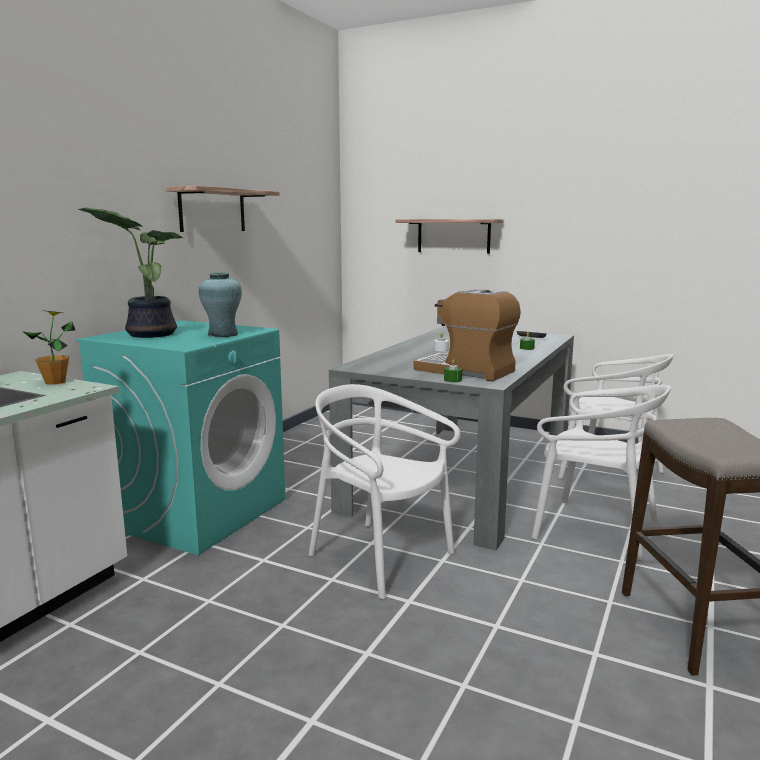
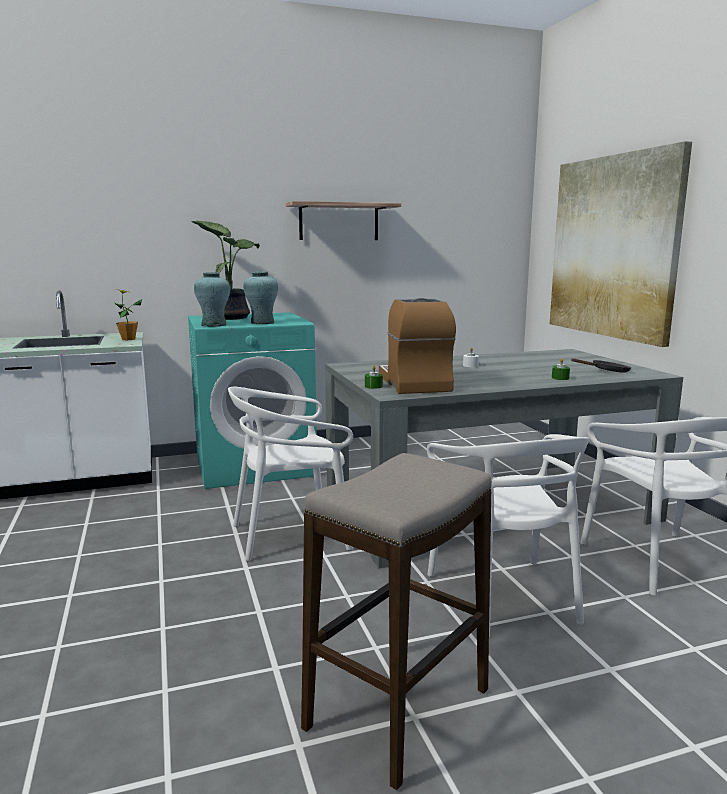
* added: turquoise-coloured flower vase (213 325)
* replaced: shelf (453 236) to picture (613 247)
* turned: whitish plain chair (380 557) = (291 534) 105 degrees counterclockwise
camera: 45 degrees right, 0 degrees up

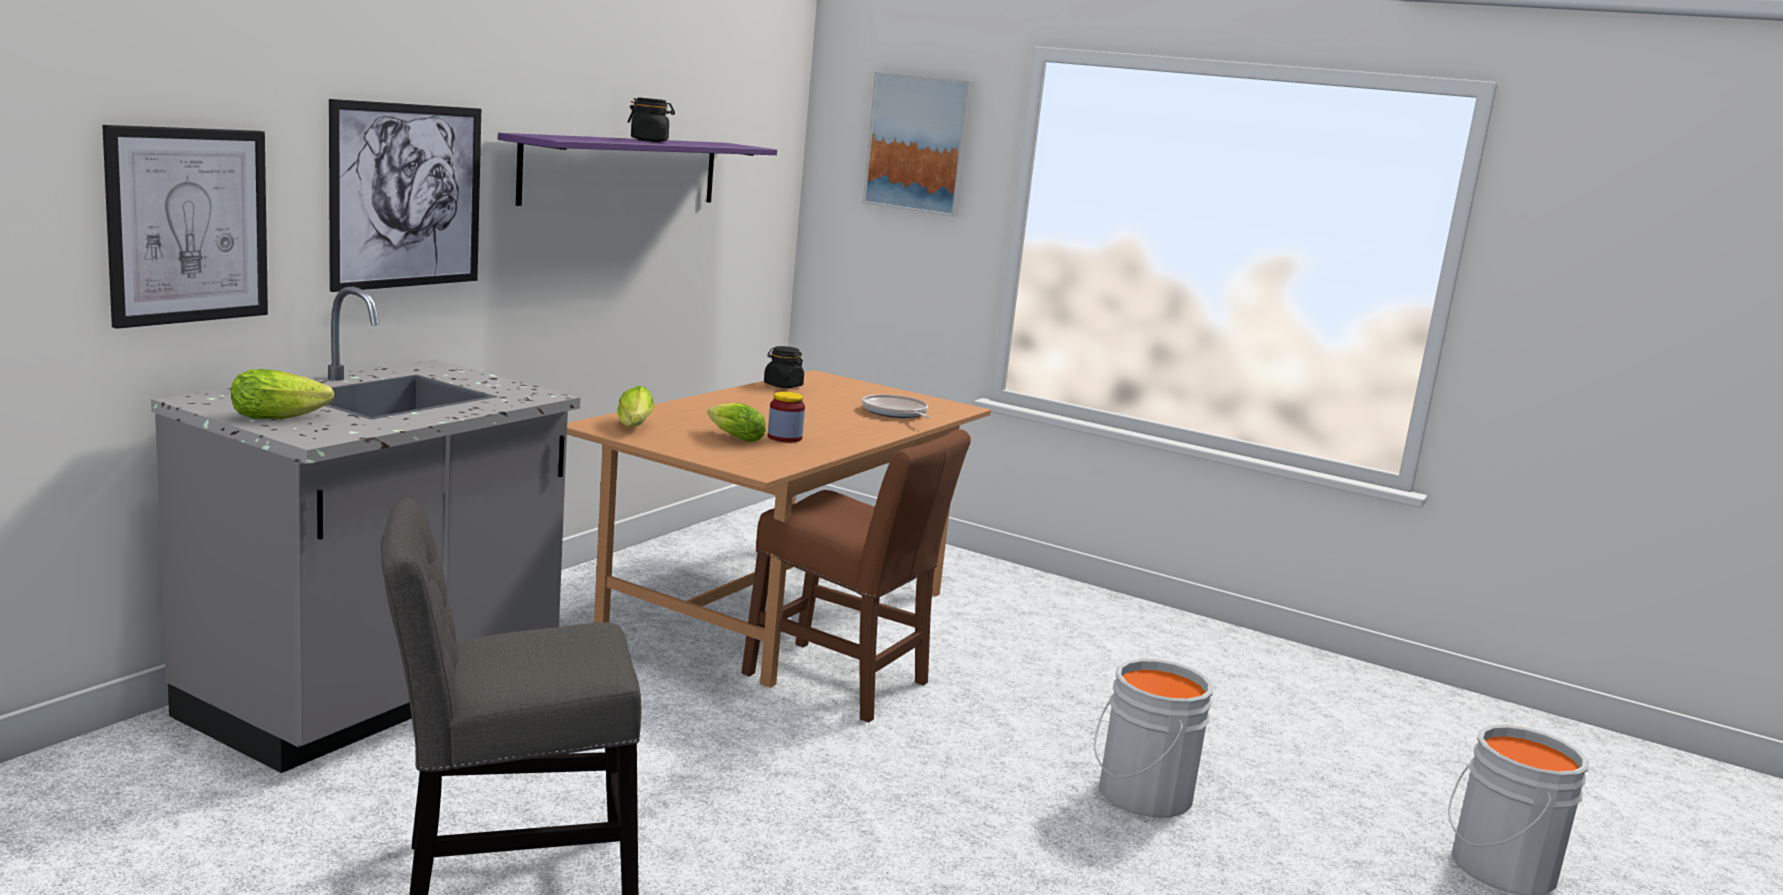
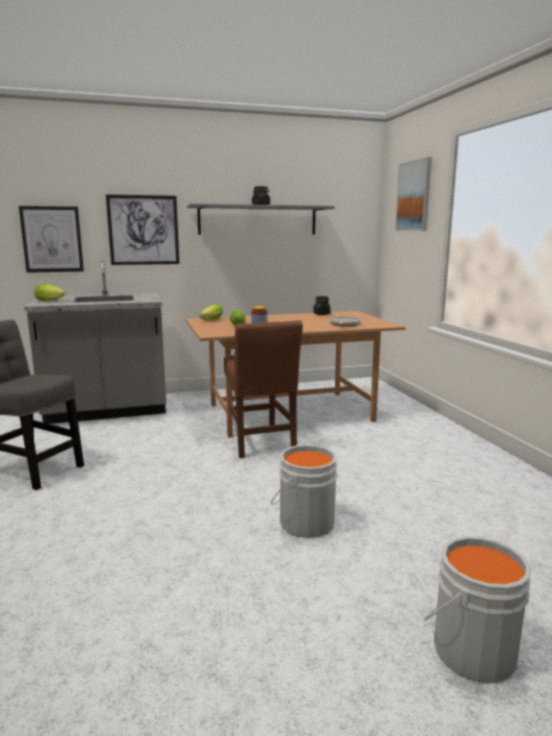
* recoloured: purple-coloured shelf (622 171) to greyish shelf (258 220)
camera: 45 degrees right, 0 degrees up

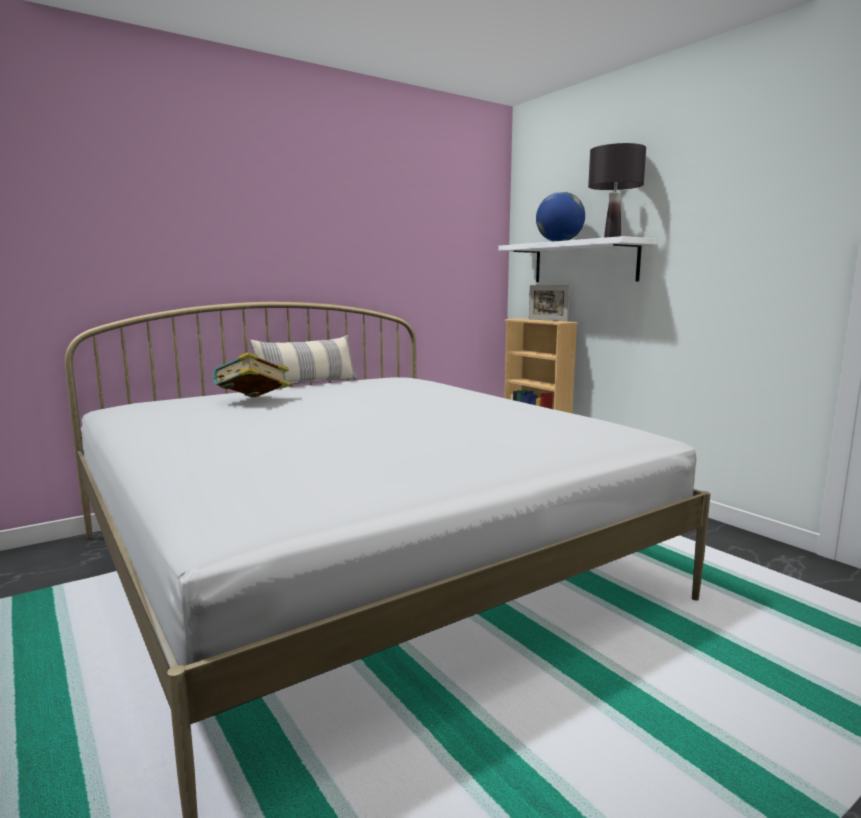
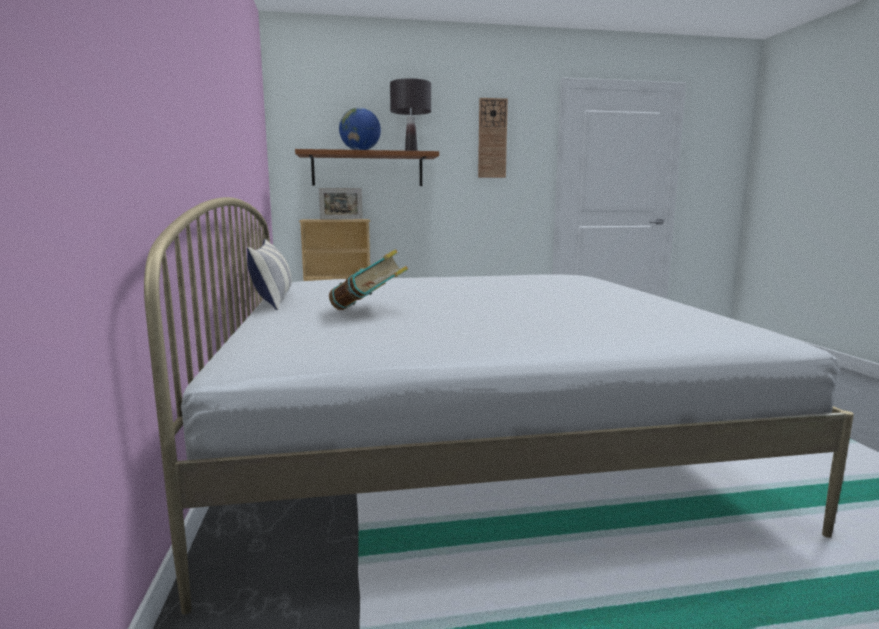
* added: hanging clock (492 138)
* recoloured: whitish shelf (584 262) to brownish shelf (367 169)
camera: 65 degrees left, 0 degrees up

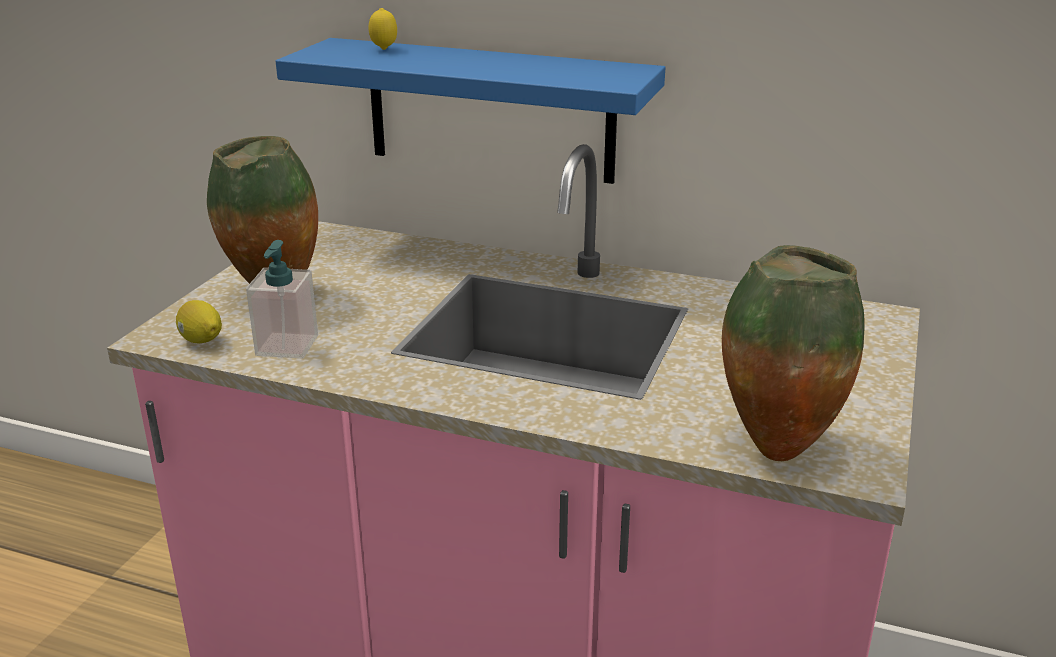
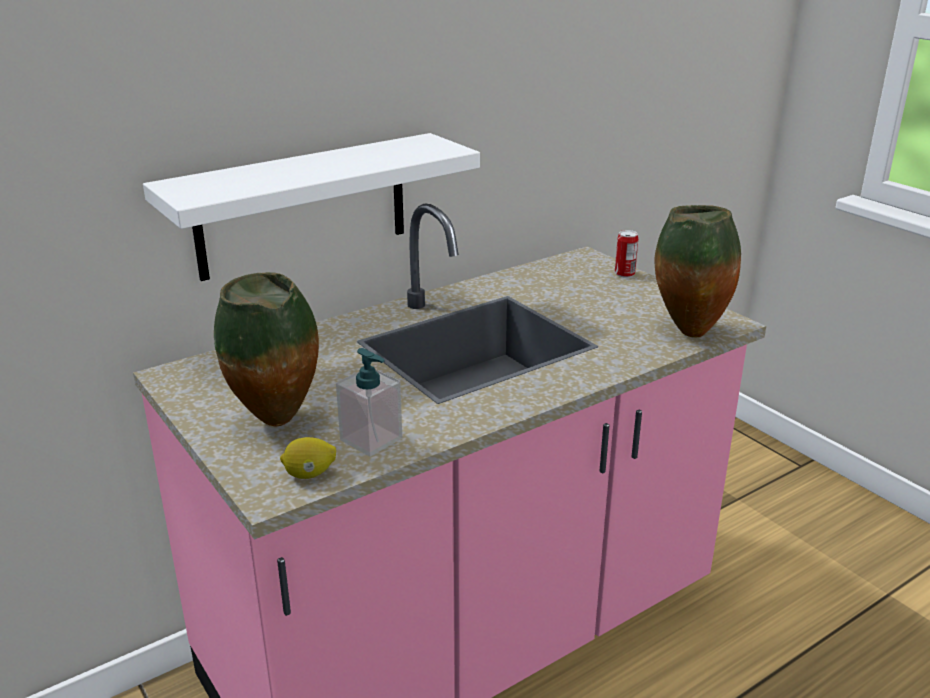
* removed: whole lemon (384 49)
* added: metal can (624 274)
* recoloured: blue shelf (490 110) to whitish shelf (303 206)
camera: 55 degrees left, 0 degrees up

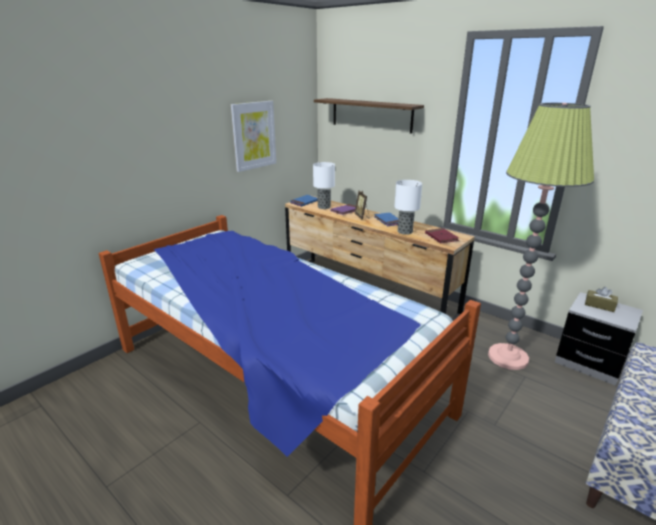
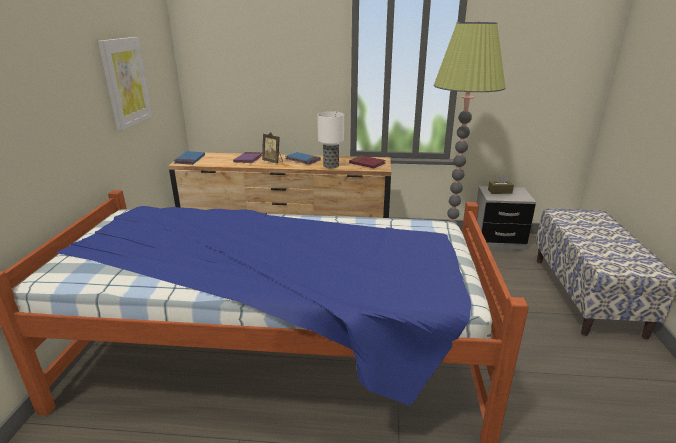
* removed: tabletop lamp (324 207)
* removed: shelf (371 115)
camera: 35 degrees left, 0 degrees up

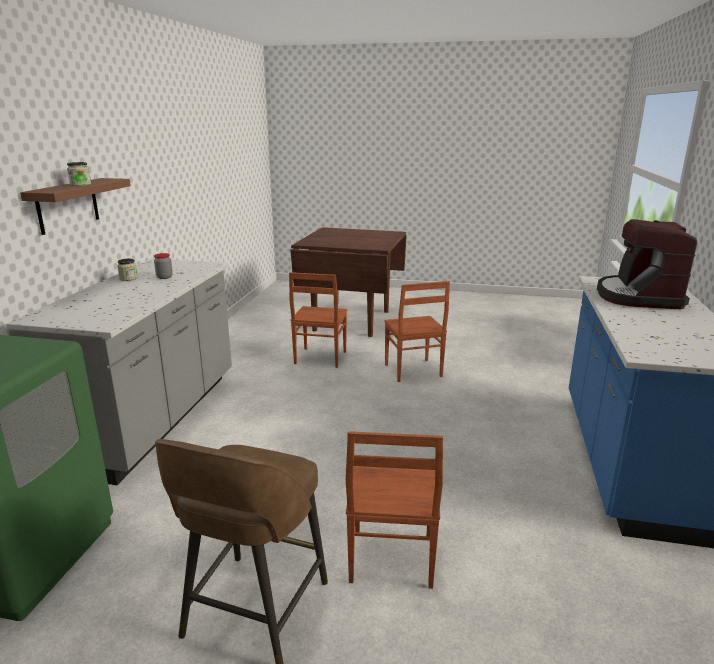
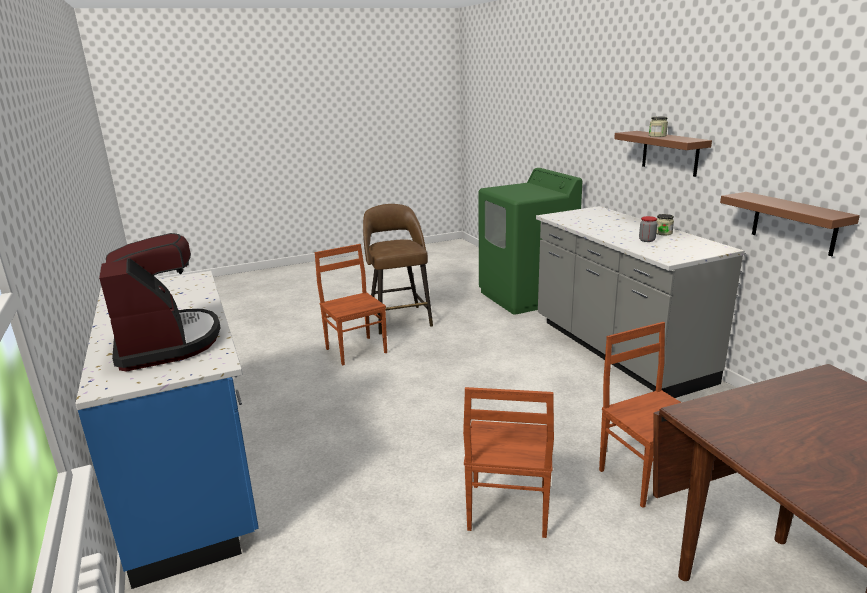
* added: brownish shelf (794 223)
* turned: brownish plain chair (412 371) = (506 511) 120 degrees counterclockwise
camera: 145 degrees right, 0 degrees up

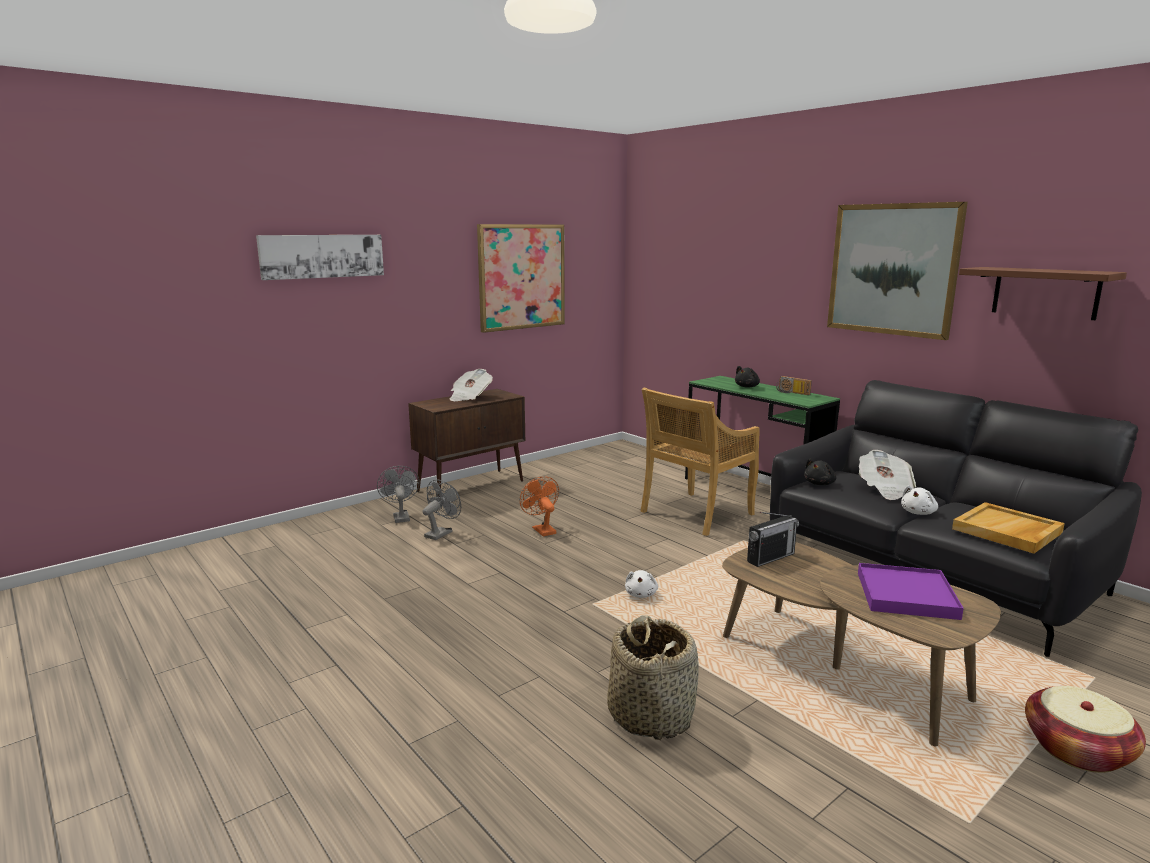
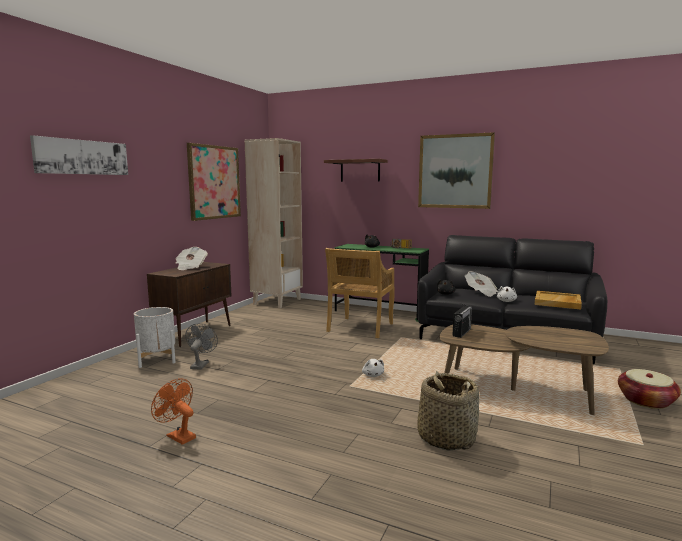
* removed: purple-coloured tray (906 595)
* added: beige-coloured bookcase (277 301)
* moved: orange-coloured fan (541 529) to (178 436)
* moved: brownish shelf (1045 292) to (360 171)
* replaced: greyish fan (400 516) to whitish planter (157 359)
camera: 25 degrees left, 5 degrees down

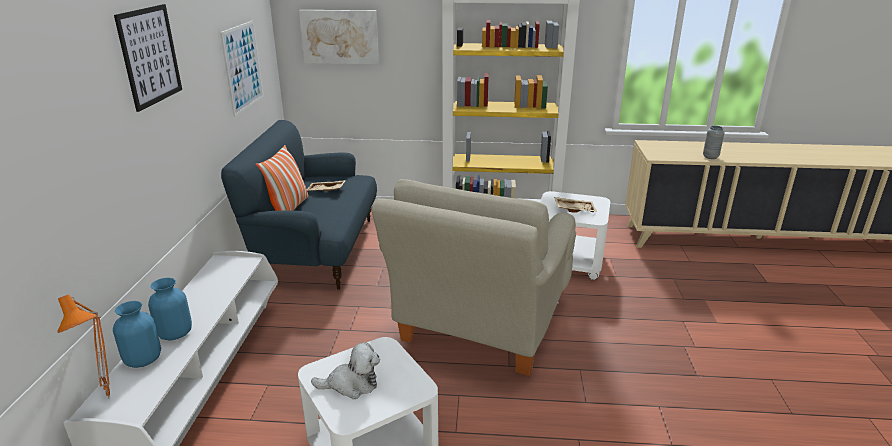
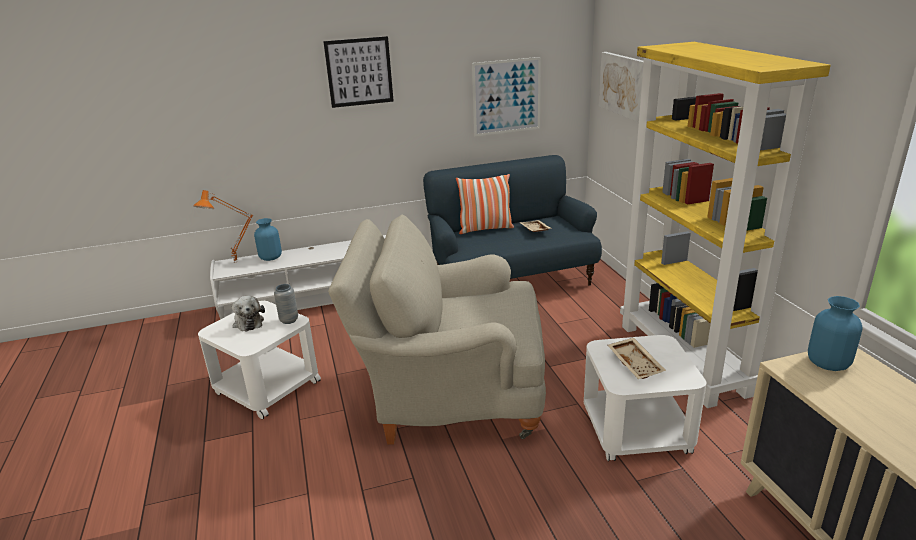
* moved: blue flower vase (175 333) to (828 363)
* moved: greyish flower vase (710 157) to (289 320)
camera: 70 degrees right, 0 degrees up

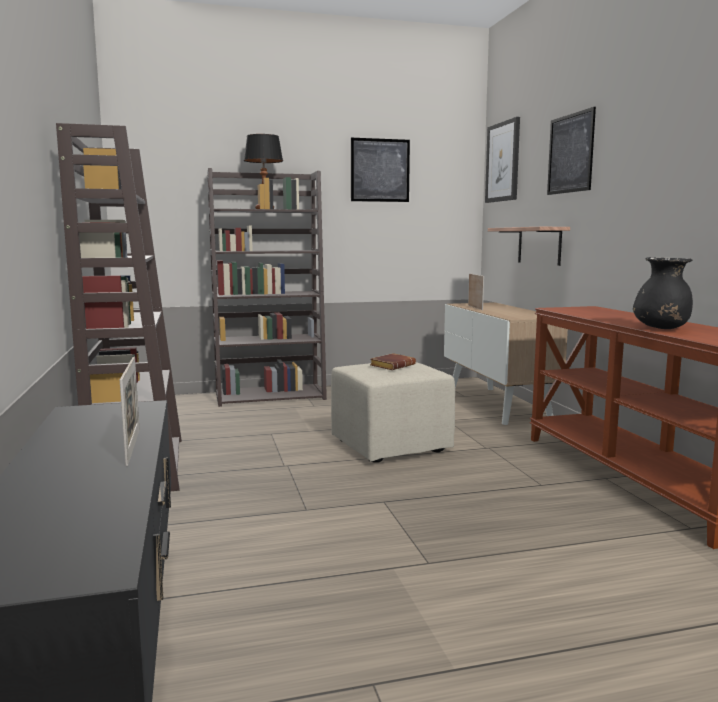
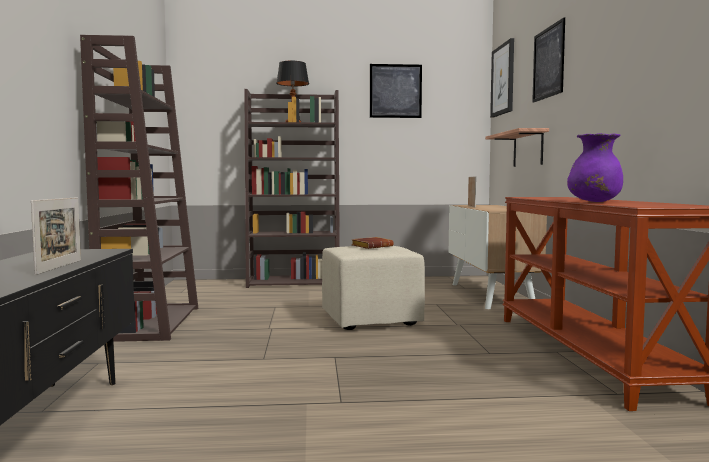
* recoloured: black flower vase (661 328) to purple-coloured flower vase (594 202)
camera: 10 degrees right, 5 degrees down

